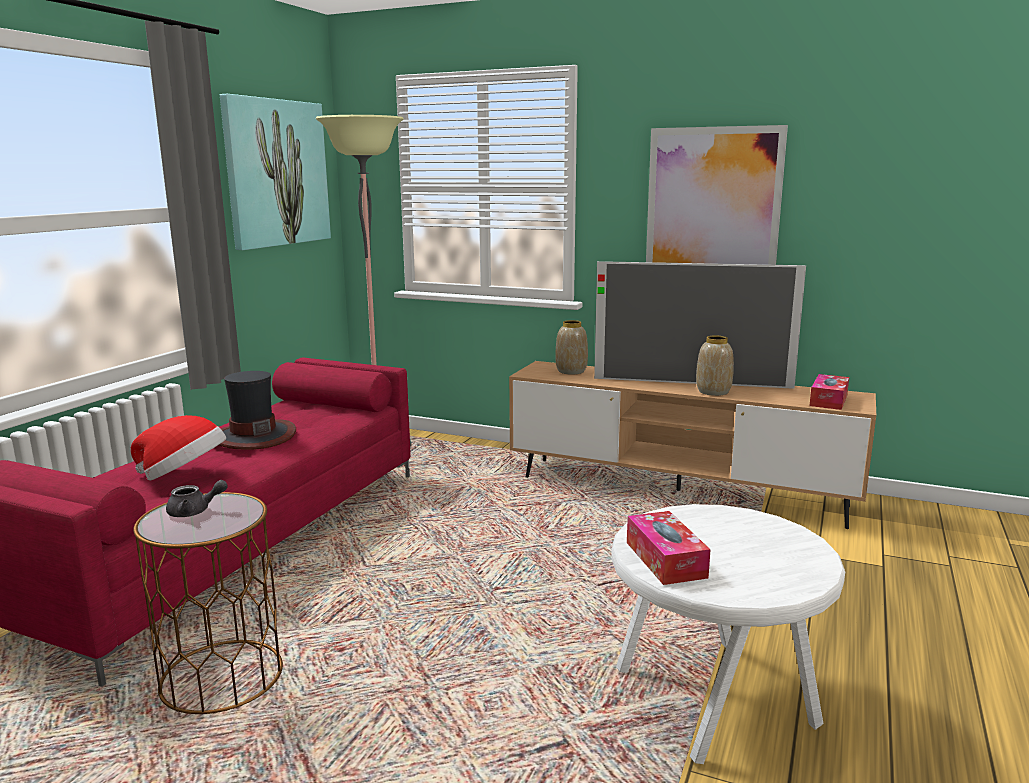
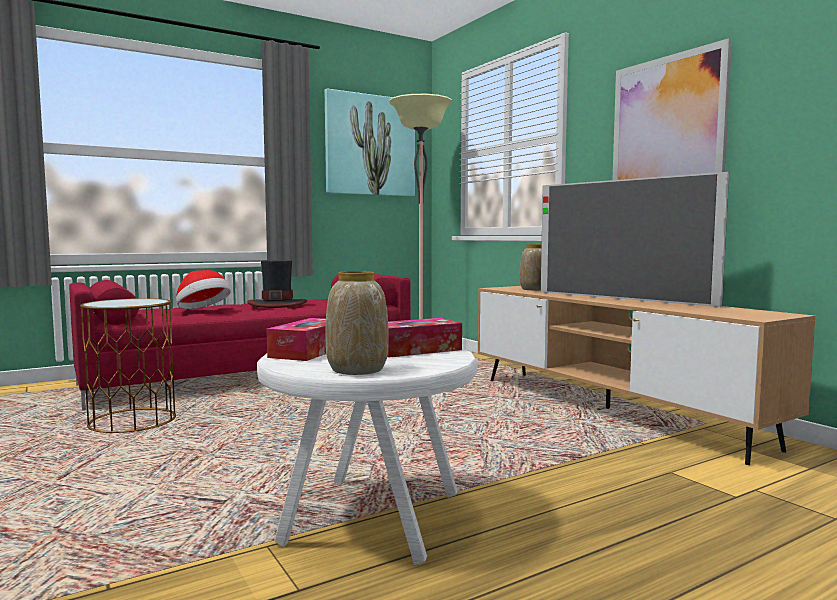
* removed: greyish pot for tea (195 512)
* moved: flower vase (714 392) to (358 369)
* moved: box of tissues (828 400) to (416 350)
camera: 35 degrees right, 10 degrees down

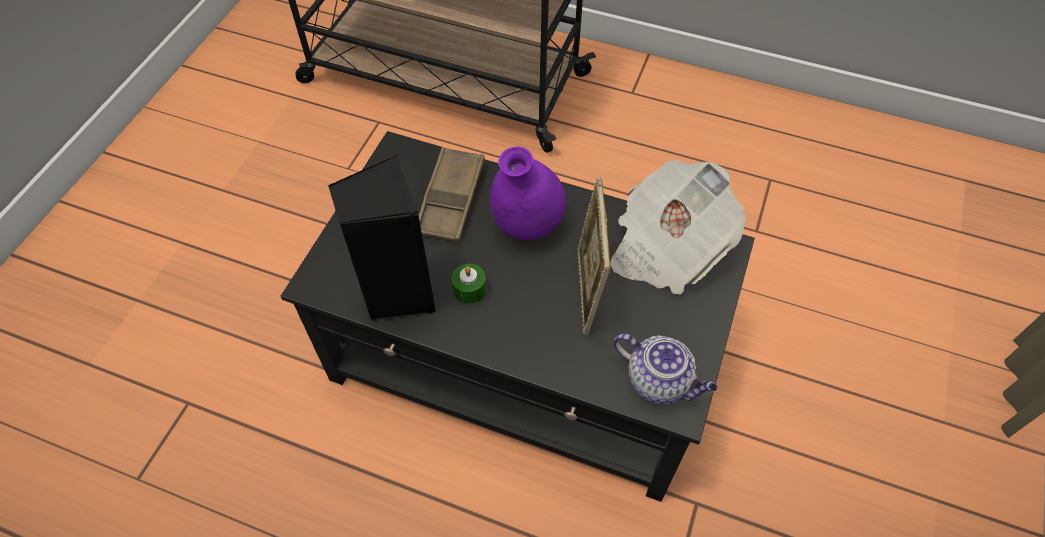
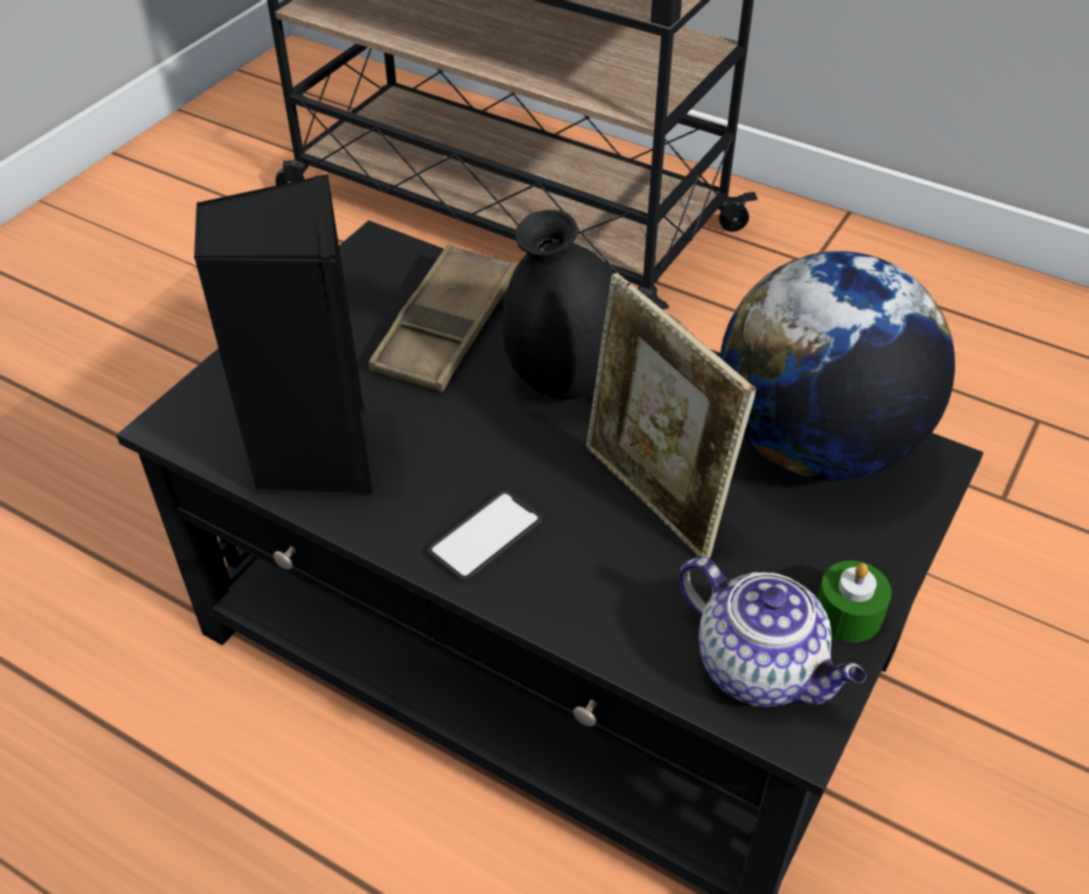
* added: telephone (485 537)
* moved: green-coloured candle (469 289) to (848 614)
* replaced: newspaper (667 247) to globe (815 446)
* recoloured: purple-coloured flower vase (526 225) to black flower vase (567 381)
* turned: picture frame (587 292) = (653 498) 45 degrees counterclockwise
camera: 10 degrees right, 10 degrees down

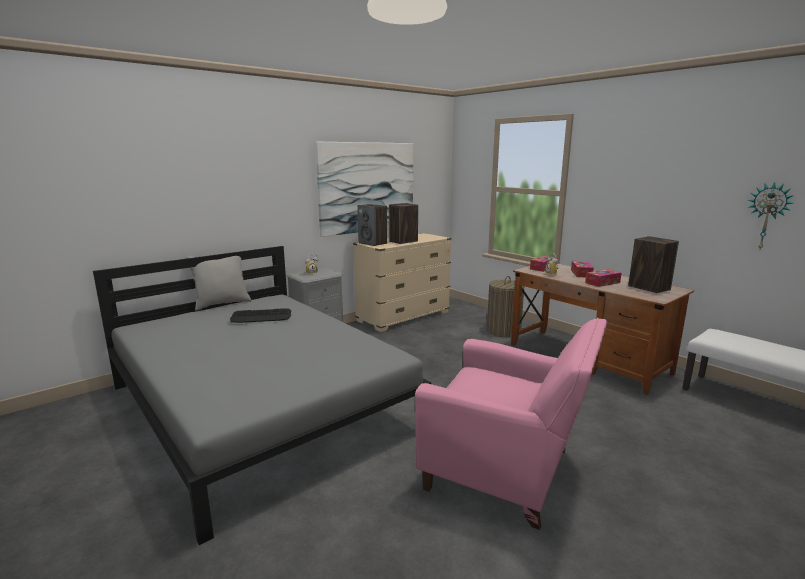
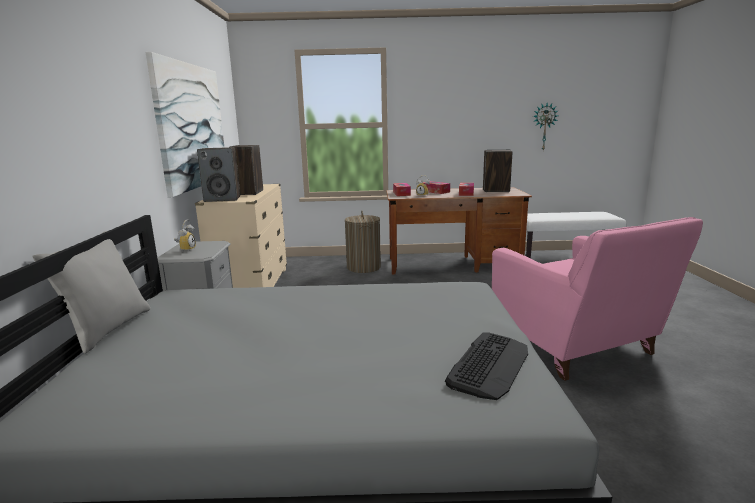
* moved: PC keyboard (261 317) to (489 365)
* turned: pinkish easy chair (508 471) = (578 347) 90 degrees clockwise
camera: 50 degrees left, 0 degrees up

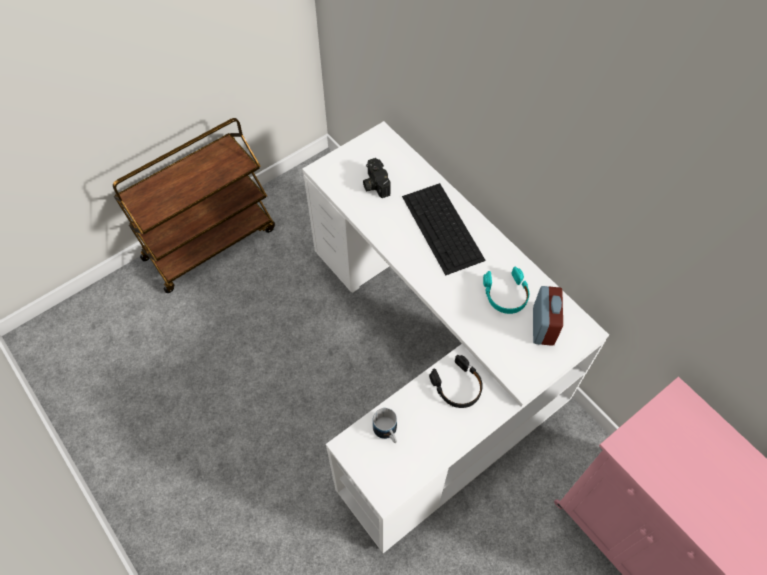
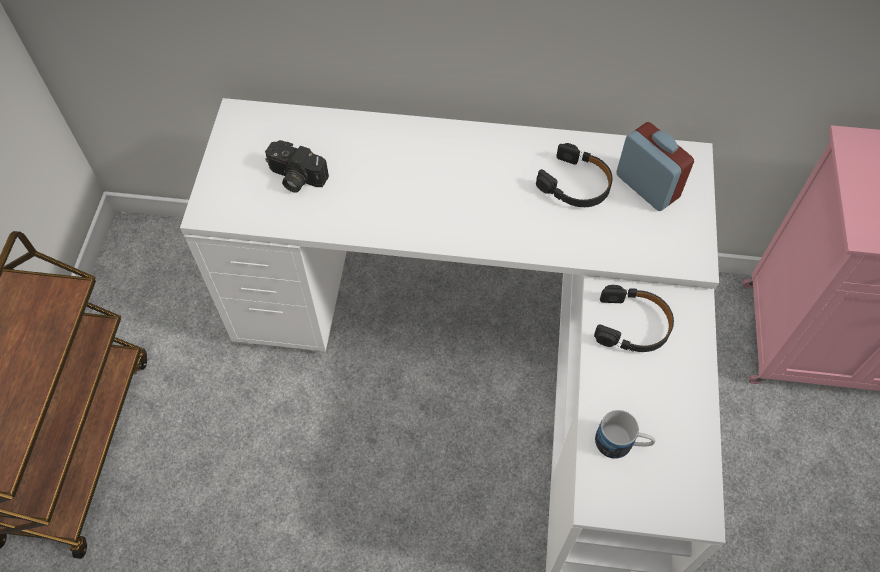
* removed: PC keyboard (443 228)
* recoloured: turquoise-coloured headphones (506 294) to black headphones (576 184)
camera: 45 degrees left, 0 degrees up

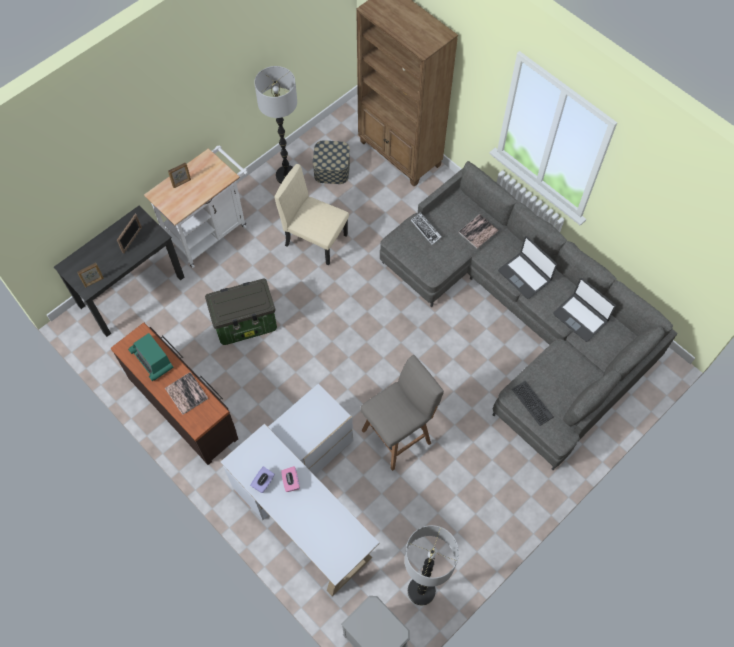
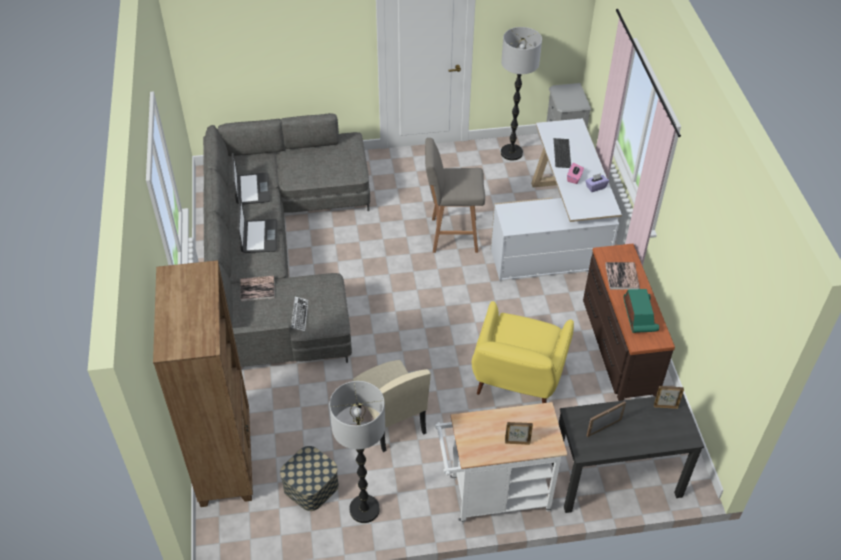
* moved: PC keyboard (532 403) to (562 153)
* replaced: storage box (246 324) to yellow-coloured easy chair (517 381)
camera: 145 degrees left, 15 degrees down

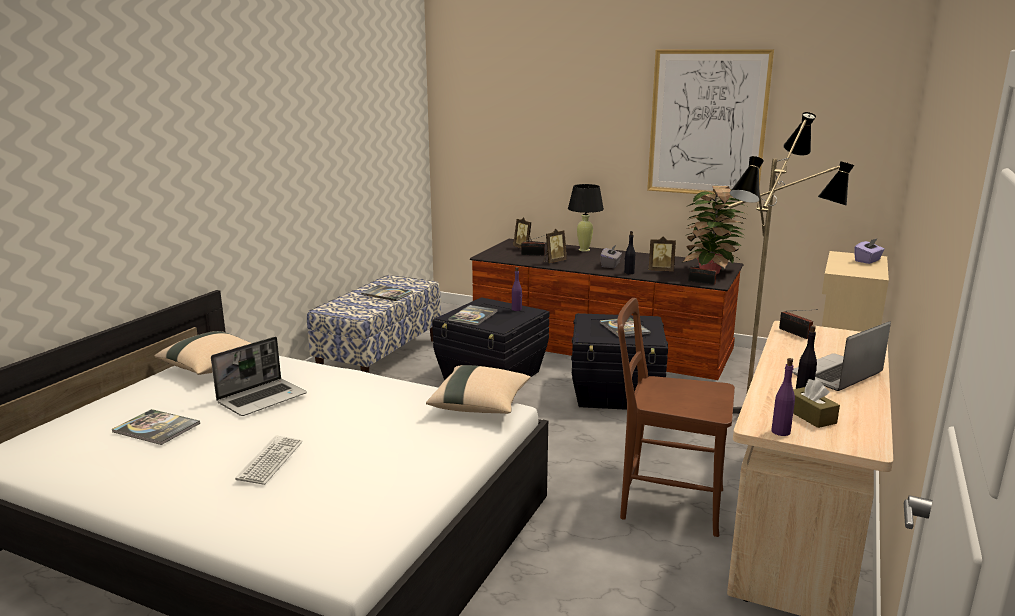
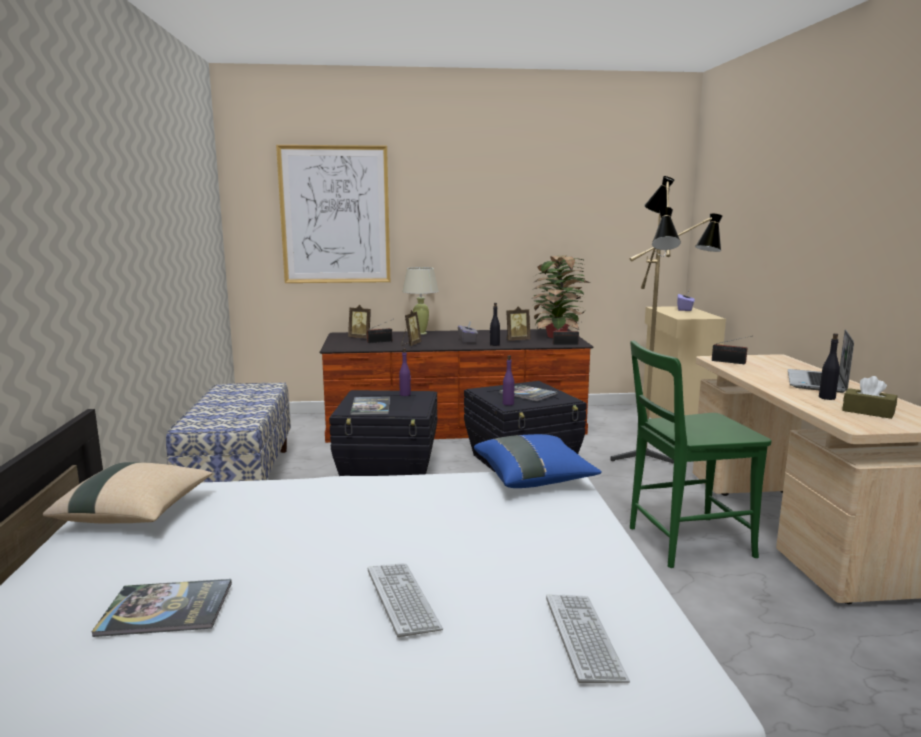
* removed: portable computer (263 398)
* removed: bound book (387 294)
* added: PC keyboard (584 638)
* moved: picture (707 123) to (335 215)
* moved: purple-coloured beverage bottle (781 431) to (508 404)
* recoloured: beige-coloured pillow (480 405) to blue pillow (534 479)
* recoloured: black tabletop lamp (584 250) to beige-coloured tabletop lamp (421 333)
* recoloured: brownish plain chair (665 502) to green-coloured plain chair (683 542)
camera: 30 degrees left, 5 degrees down

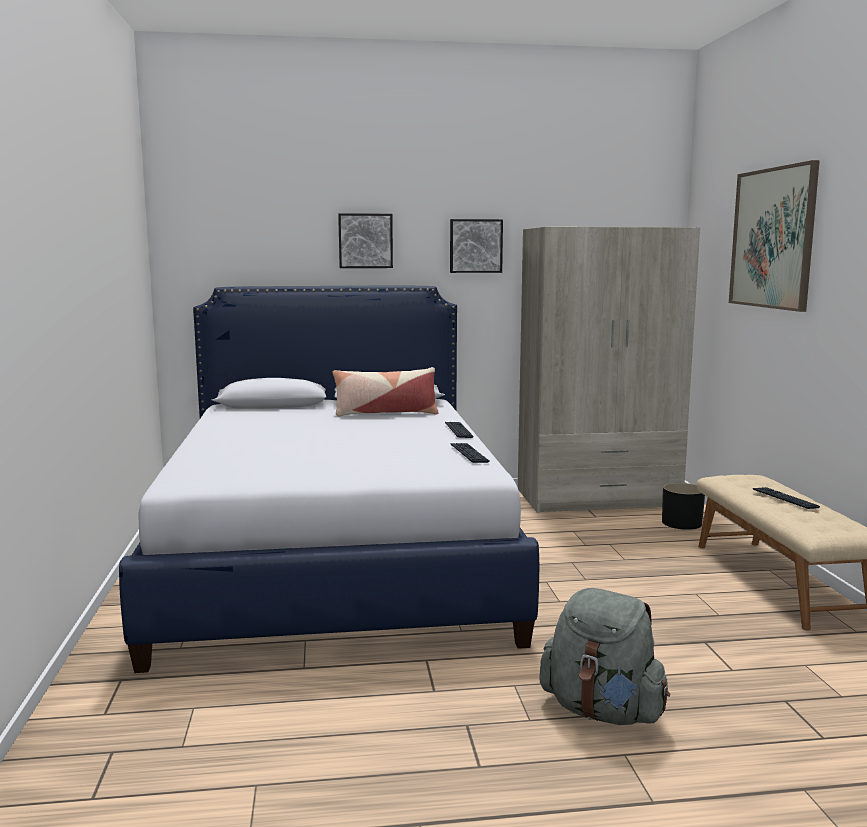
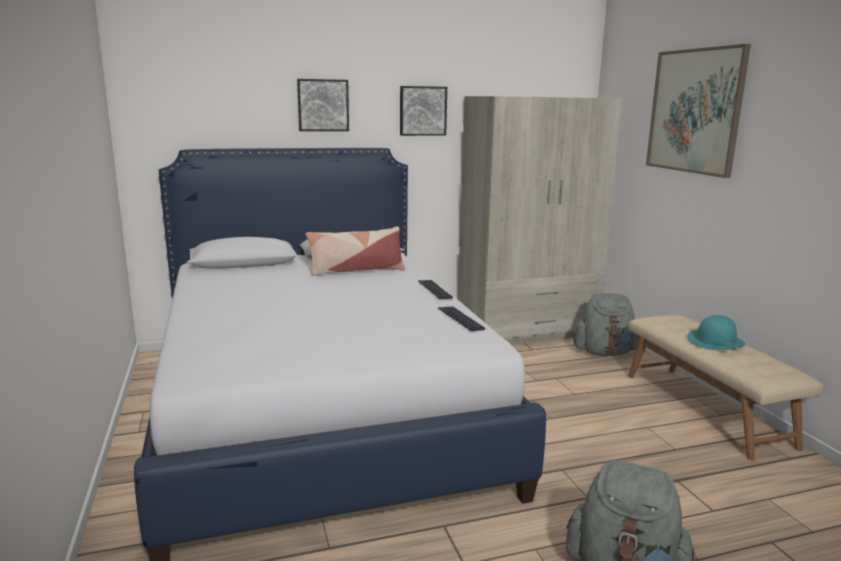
* replaced: black planter (682 523) to greyish rucksack (604 352)
* replaced: PC keyboard (785 499) to turquoise-coloured clothing hat (715 341)
camera: 10 degrees left, 5 degrees up

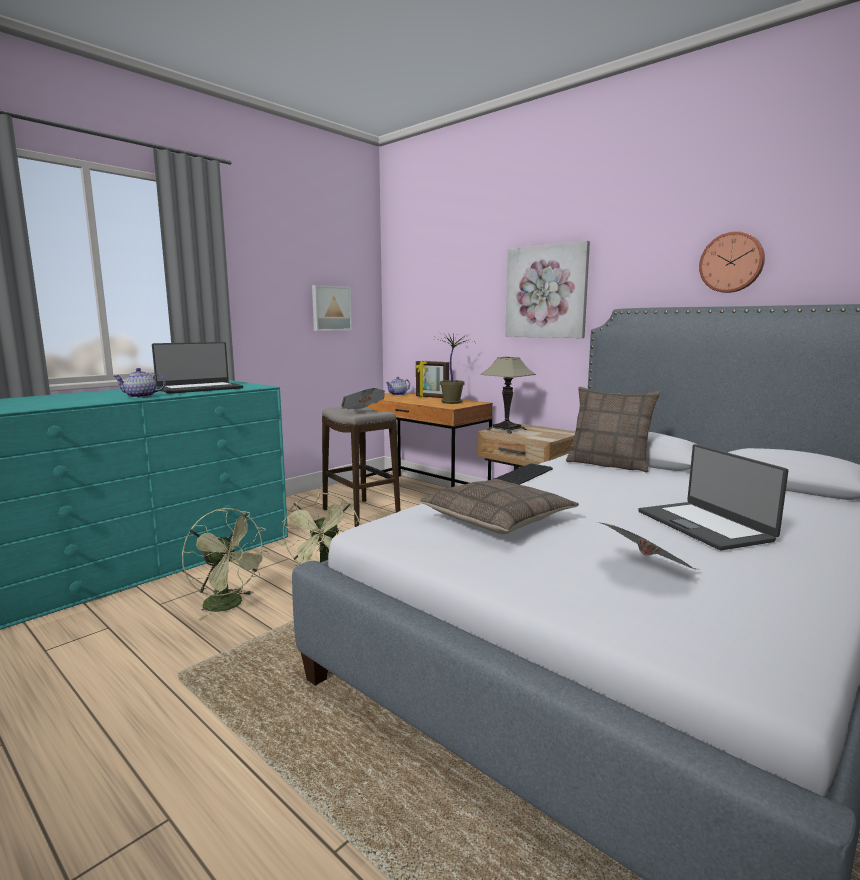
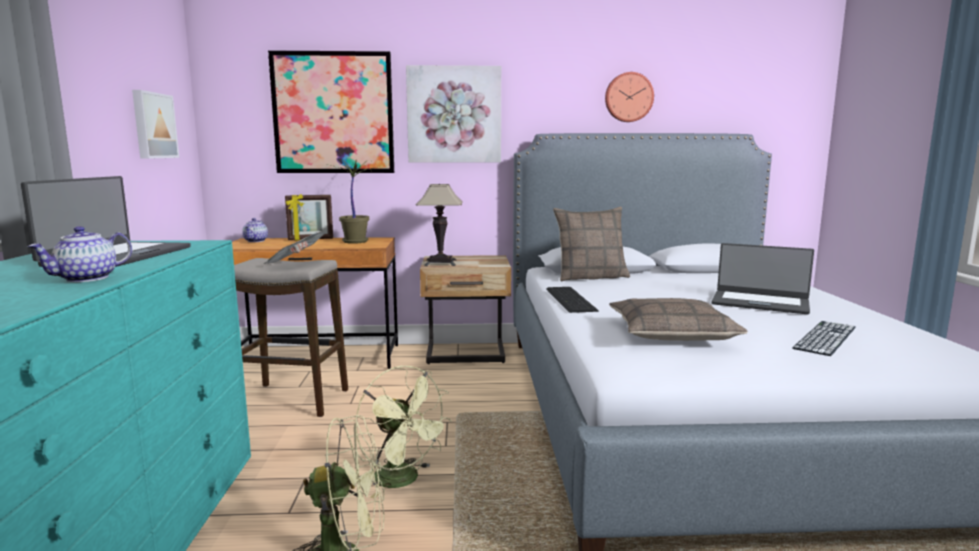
* added: picture (333 113)
* replaced: newspaper (648 572) to PC keyboard (825 338)
camera: 45 degrees left, 0 degrees up

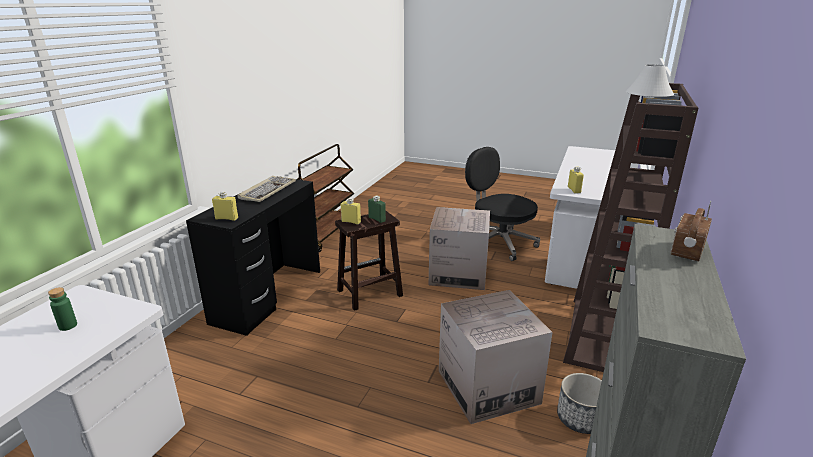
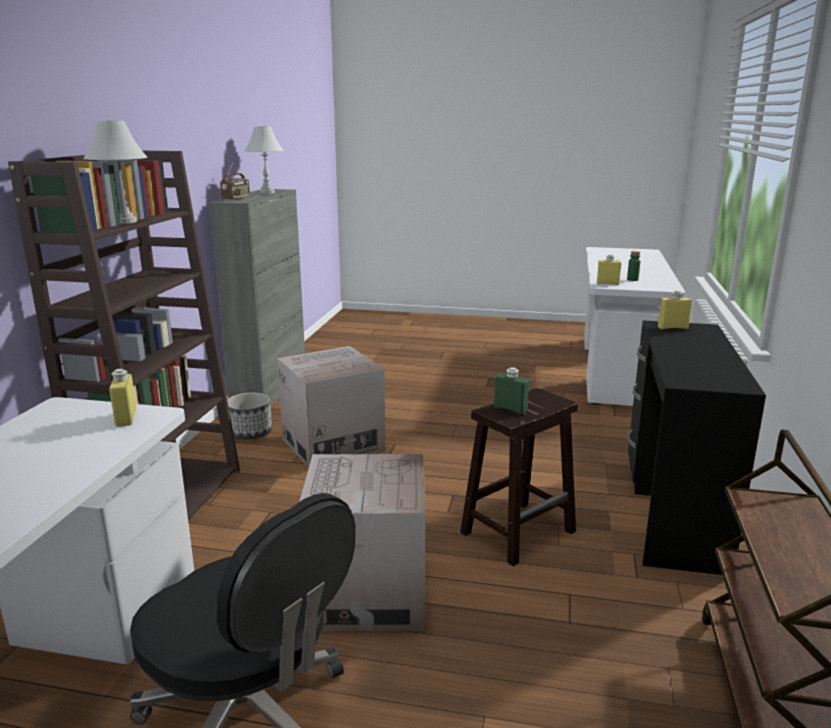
* removed: PC keyboard (267 191)
* added: whitish tabletop lamp (267 193)
* moved: yellow-coloured beverage bottle (351 222) to (607 283)
camera: 170 degrees right, 5 degrees down

